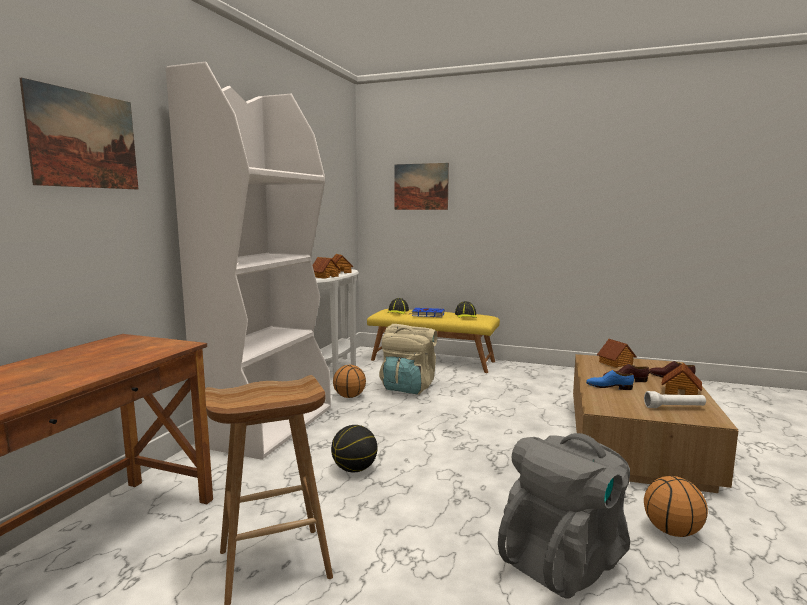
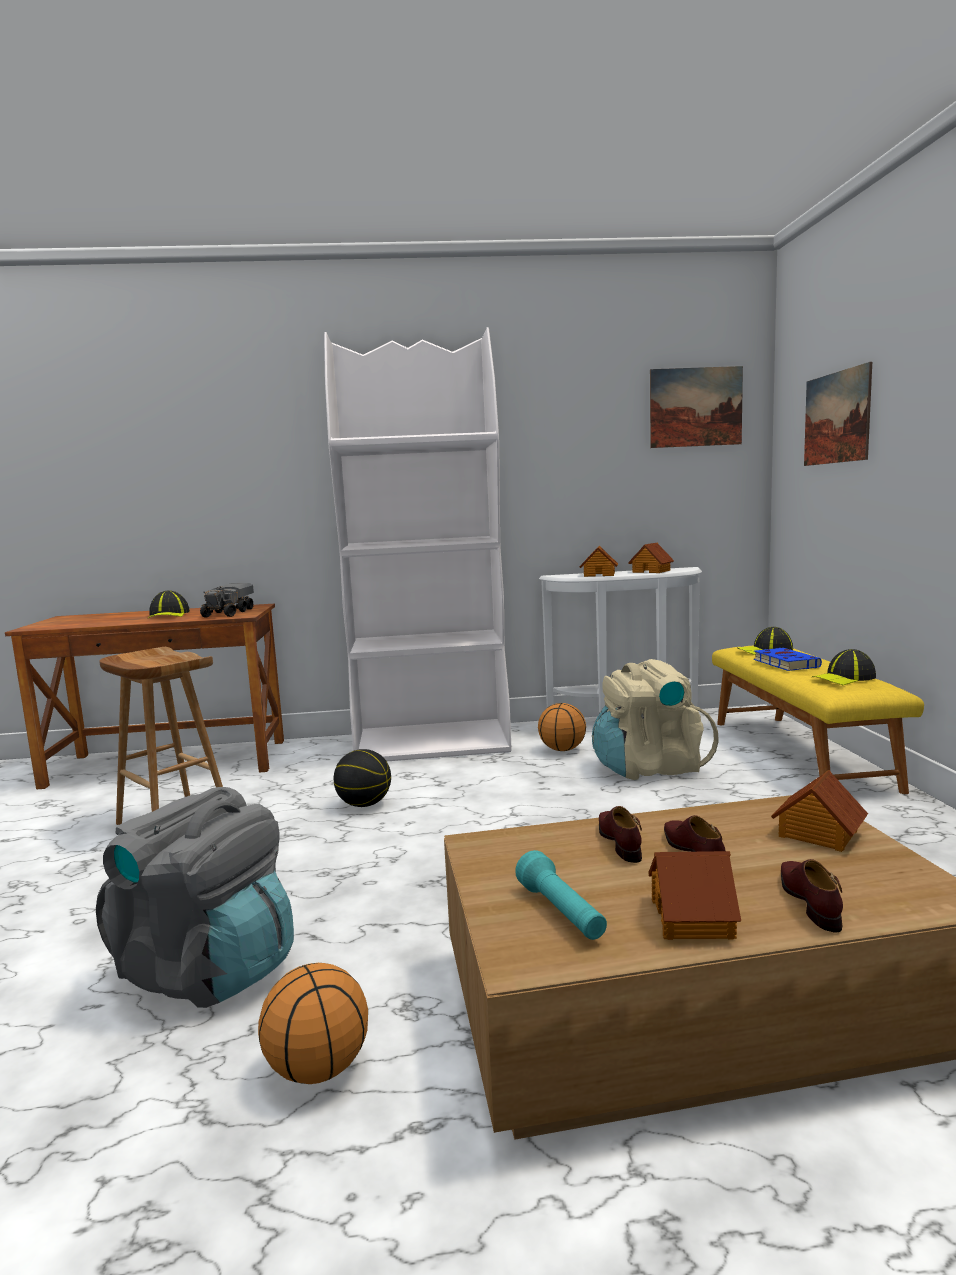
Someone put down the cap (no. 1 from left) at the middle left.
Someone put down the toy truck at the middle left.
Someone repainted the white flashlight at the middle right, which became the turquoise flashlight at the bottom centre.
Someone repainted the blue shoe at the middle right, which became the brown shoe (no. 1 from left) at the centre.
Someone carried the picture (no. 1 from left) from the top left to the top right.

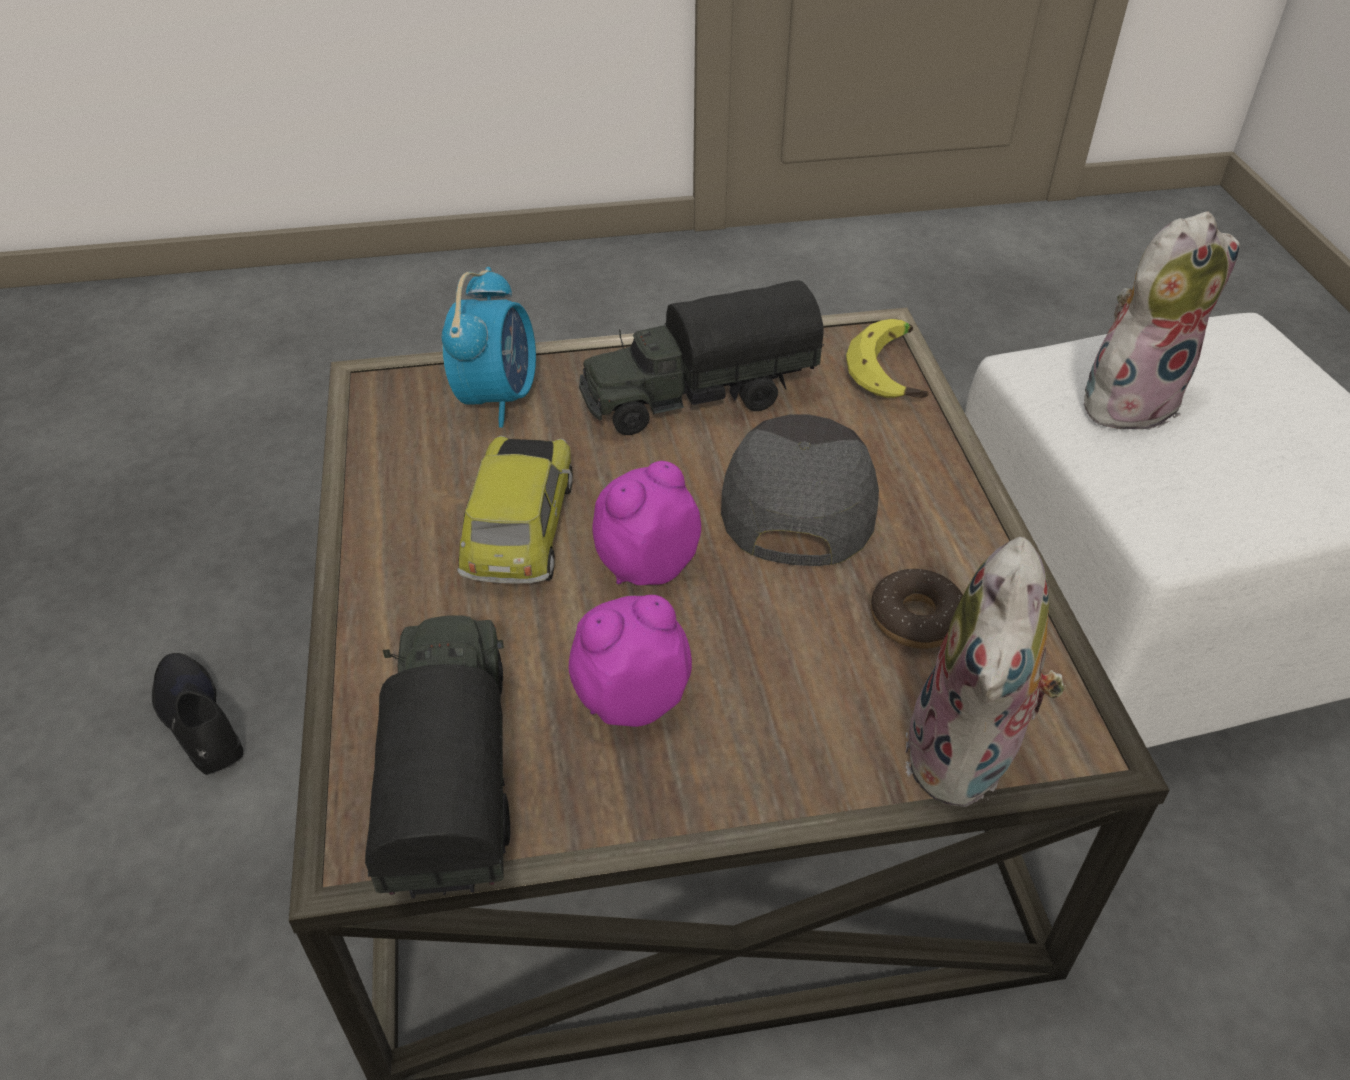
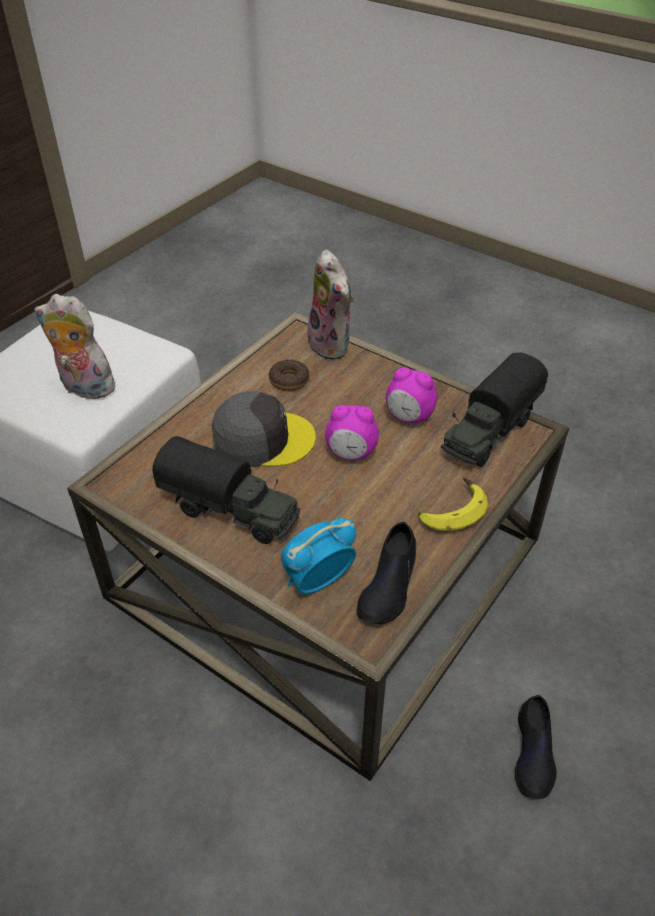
Someone rotated the grey cap at the centre by 150 degrees counterclockwise.
Someone rotated the plush toy (no. 1 from left in the first image) at the middle right by 90 degrees clockwise.
Someone put down the black shoe (no. 1 from left) at the centre.
Someone carried the banana from the top centre to the middle right.
Someone took away the toy car at the centre.

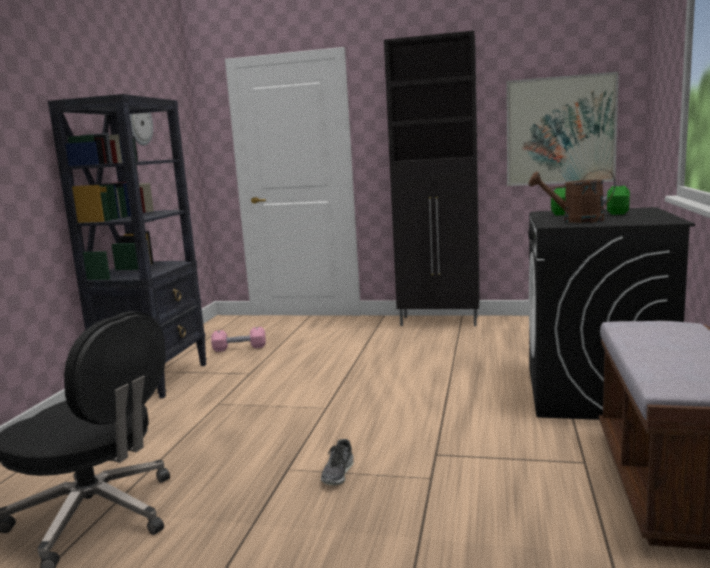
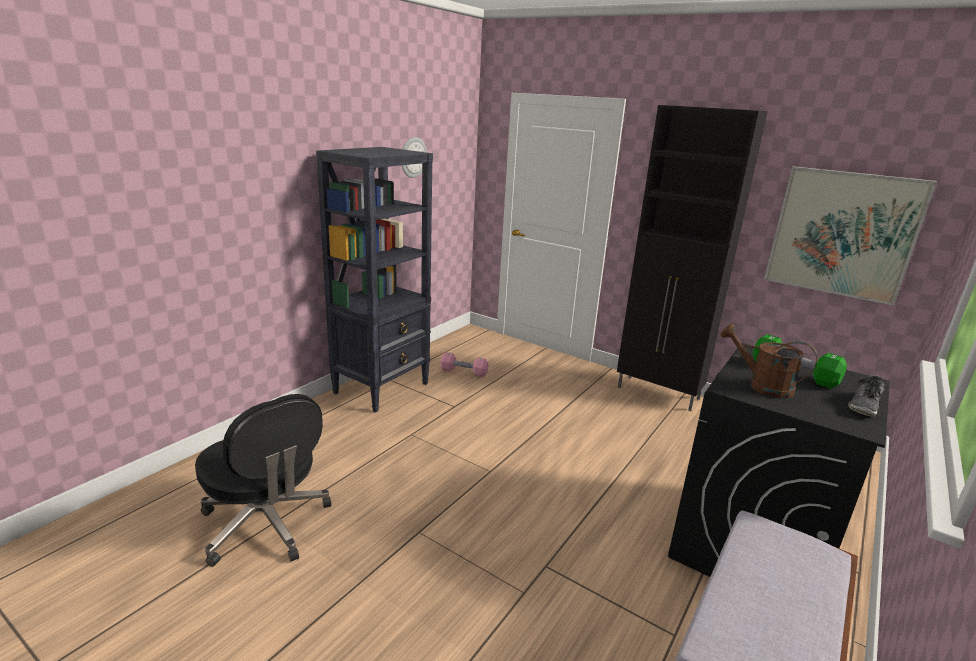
Someone carried the shoe from the bottom centre to the middle right.

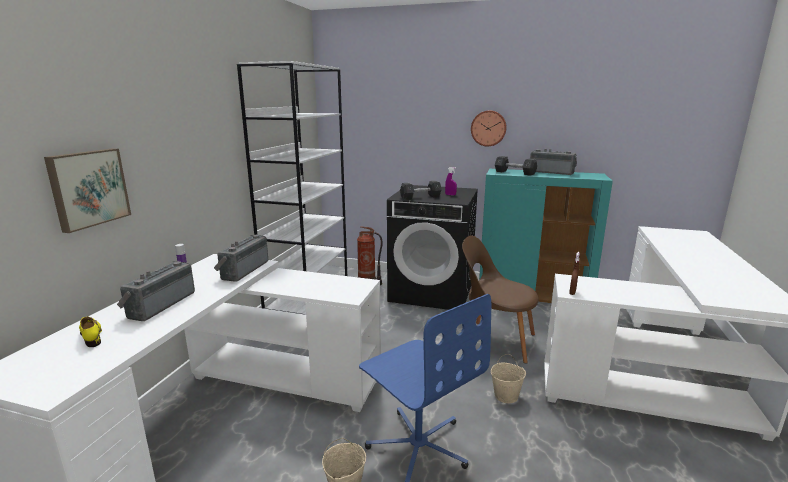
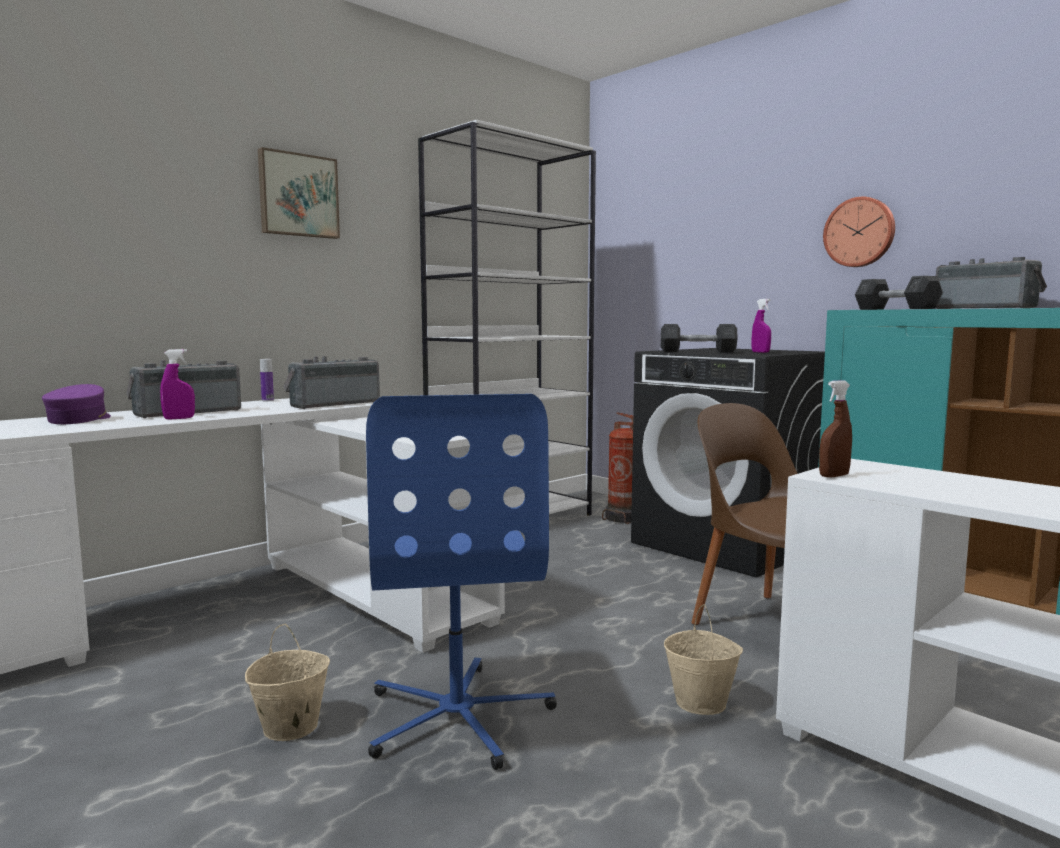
Someone swapped the yellow shoe at the bottom left for the purple cap at the middle left.
Someone put down the purple spray bottle (no. 1 from left) at the middle left.
Someone carried the picture from the middle left to the top left.

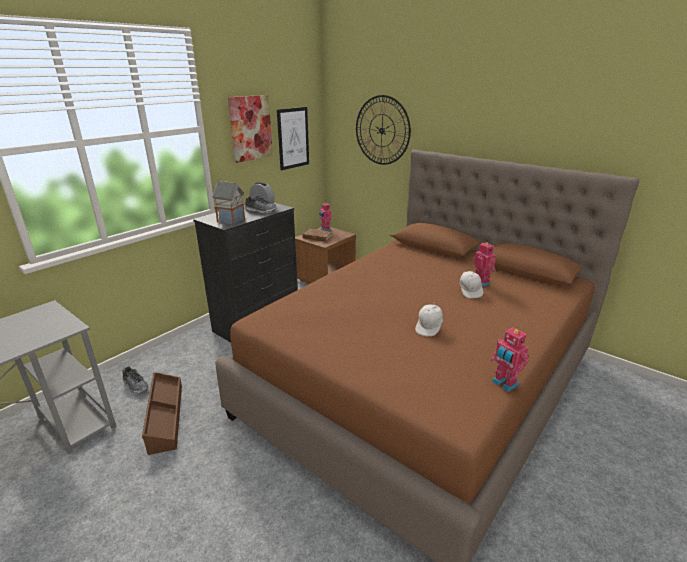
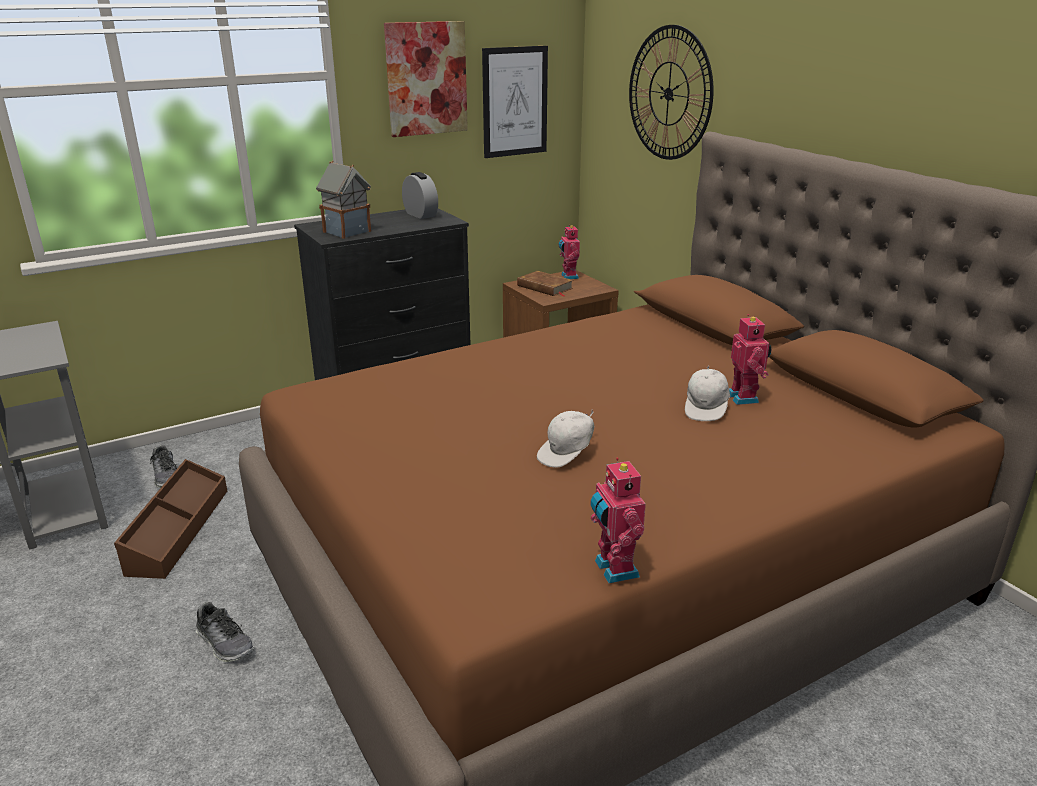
Someone carried the shoe (no. 2 from left) from the centre to the bottom left.

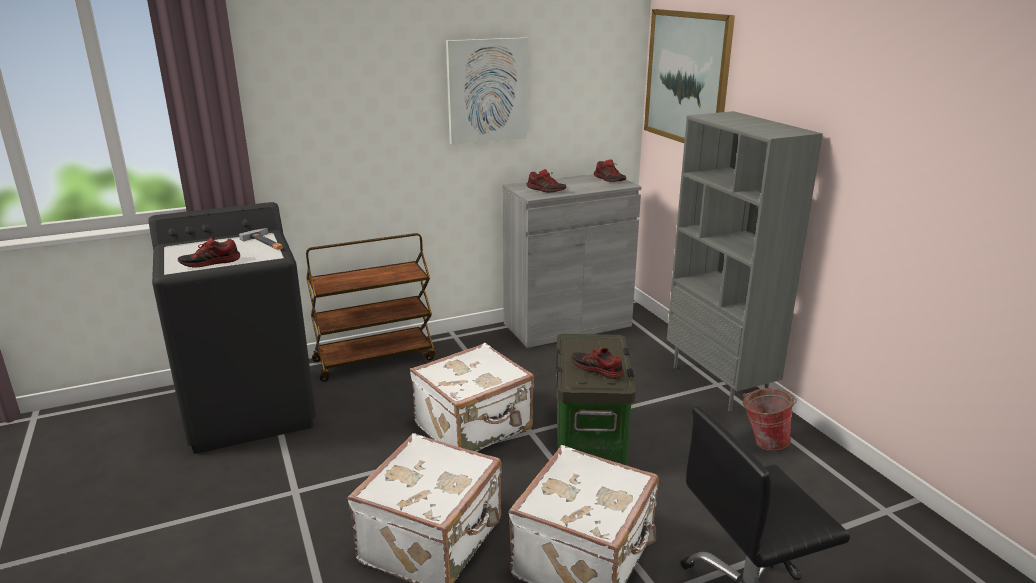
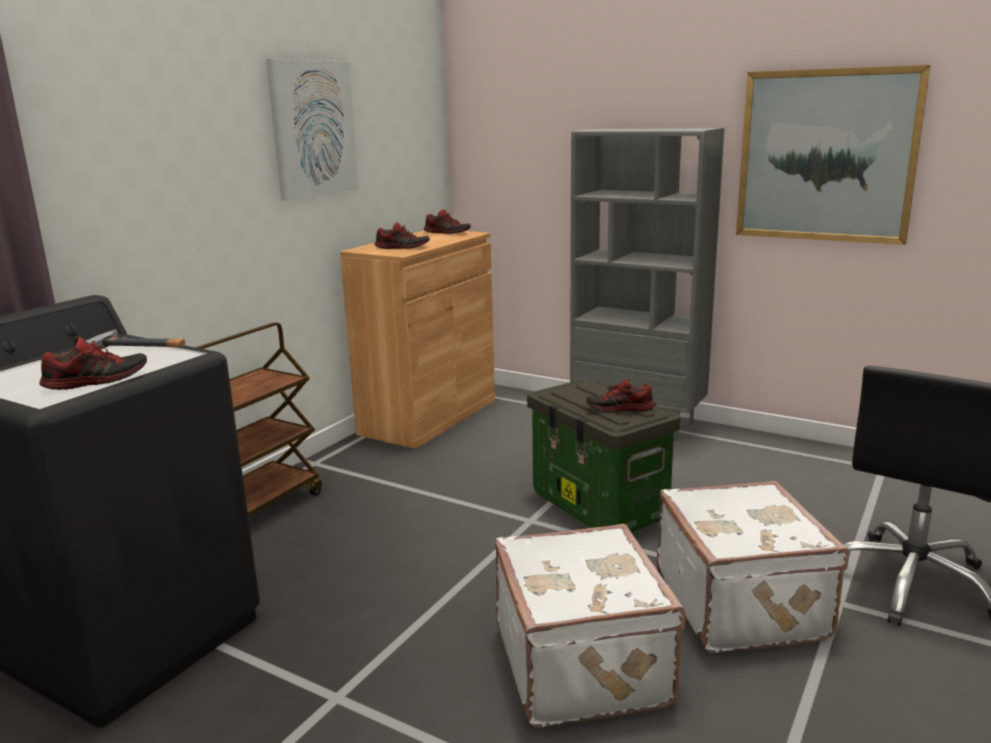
Someone rotated the shoe (no. 1 from left) at the middle left by 150 degrees counterclockwise.
Someone repainted the grey cabinet at the centre, which became the brown cabinet at the centre.
Someone carried the picture (no. 2 from left) from the top centre to the top right.
Someone took away the white suitcase (no. 2 from left) at the bottom centre.
Someone took away the bucket at the bottom right.

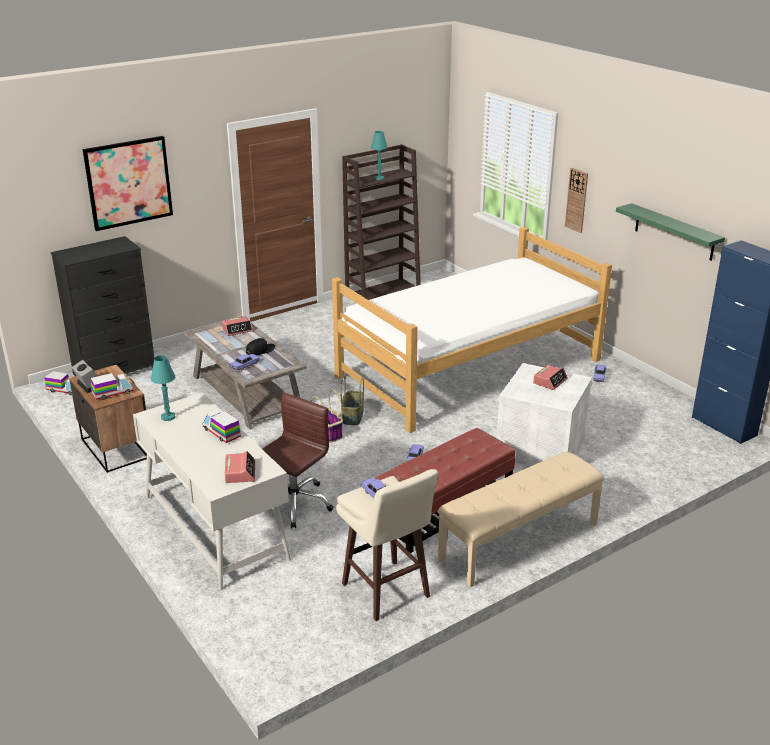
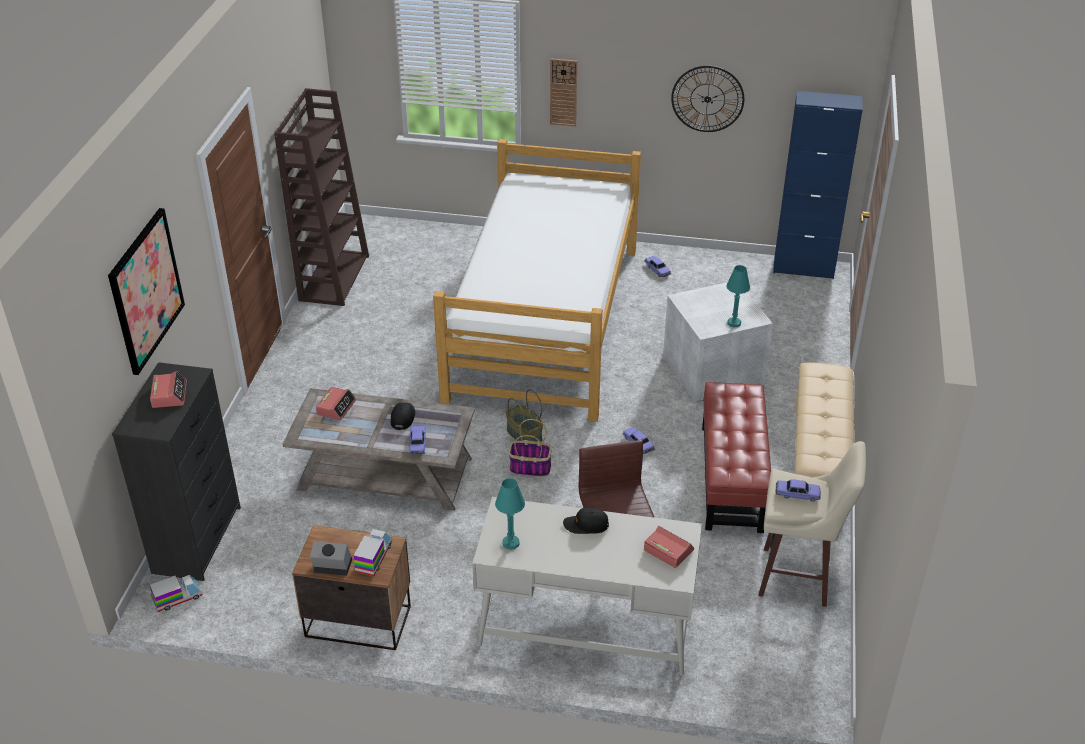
Someone carried the alarm clock (no. 4 from left in the first image) from the middle right to the middle left.
Someone swapped the toy truck (no. 3 from left) at the middle left for the black cap (no. 2 from left) at the bottom centre.
Someone swapped the green shelf at the top right for the wall clock (no. 2 from left) at the top centre.
Someone carried the turquoise table lamp (no. 2 from left) from the top centre to the middle right.

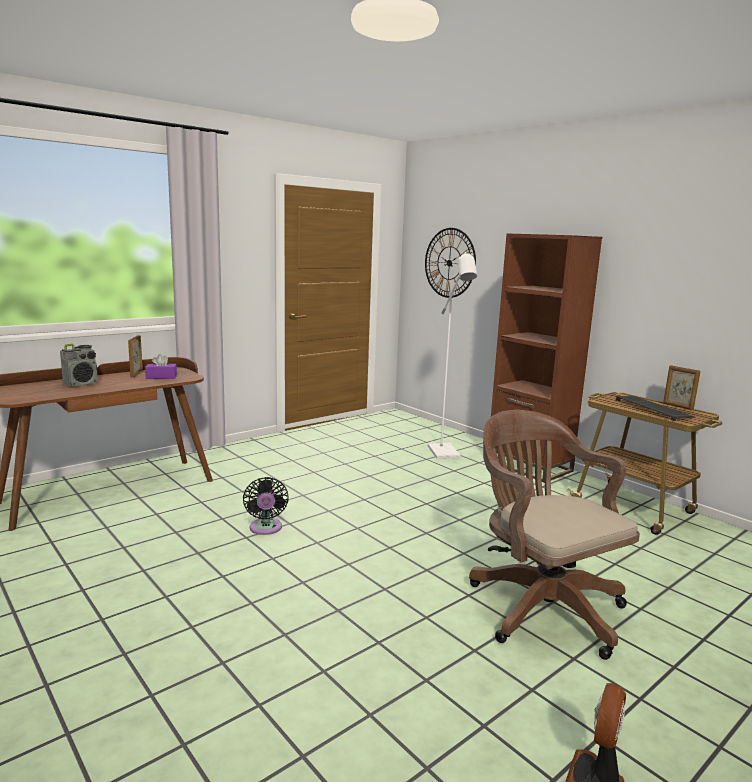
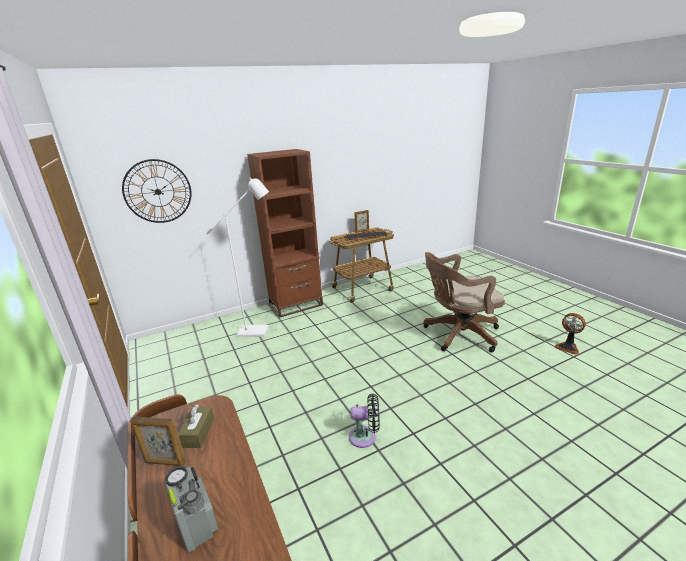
Someone repainted the purple tissue box at the middle left, which became the brown tissue box at the bottom left.

